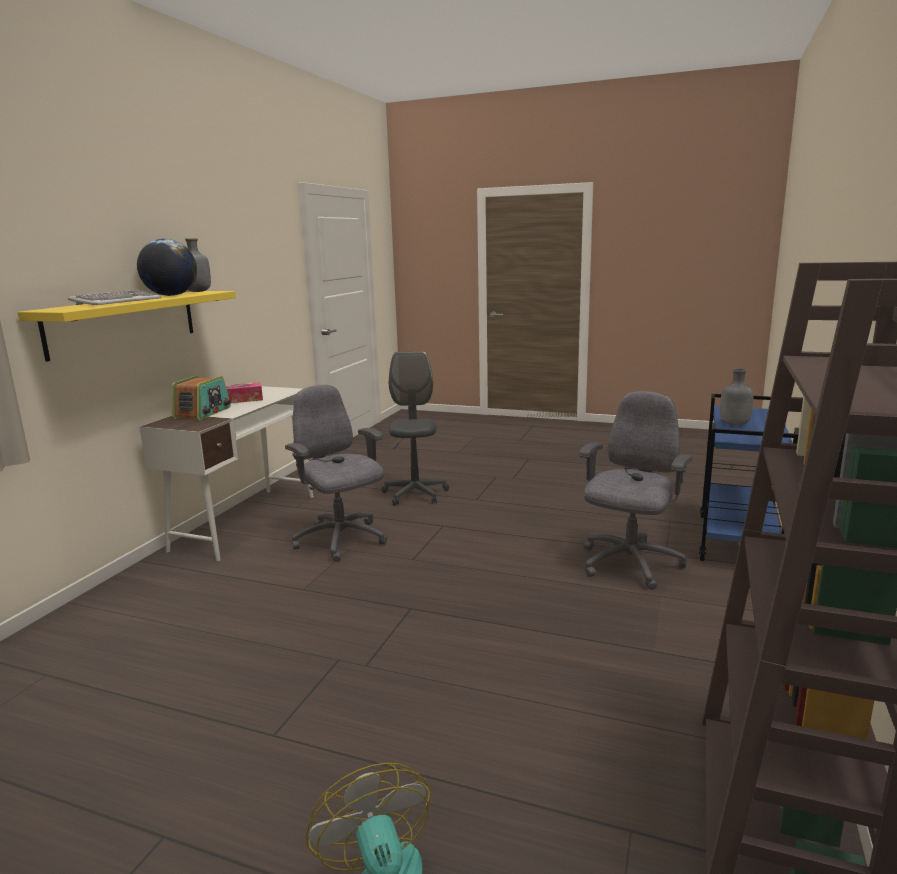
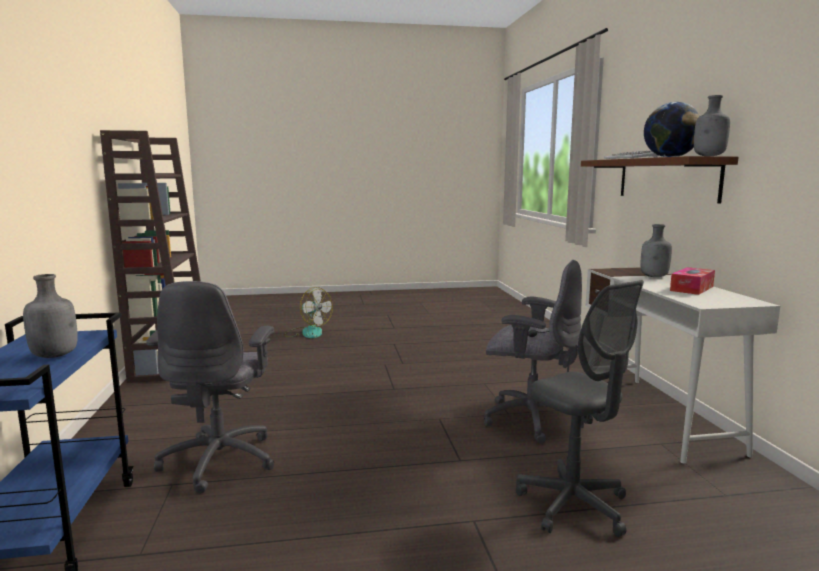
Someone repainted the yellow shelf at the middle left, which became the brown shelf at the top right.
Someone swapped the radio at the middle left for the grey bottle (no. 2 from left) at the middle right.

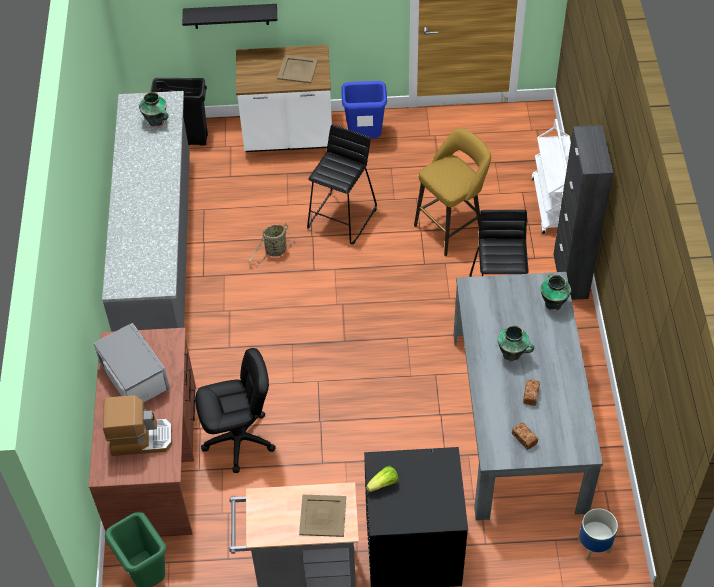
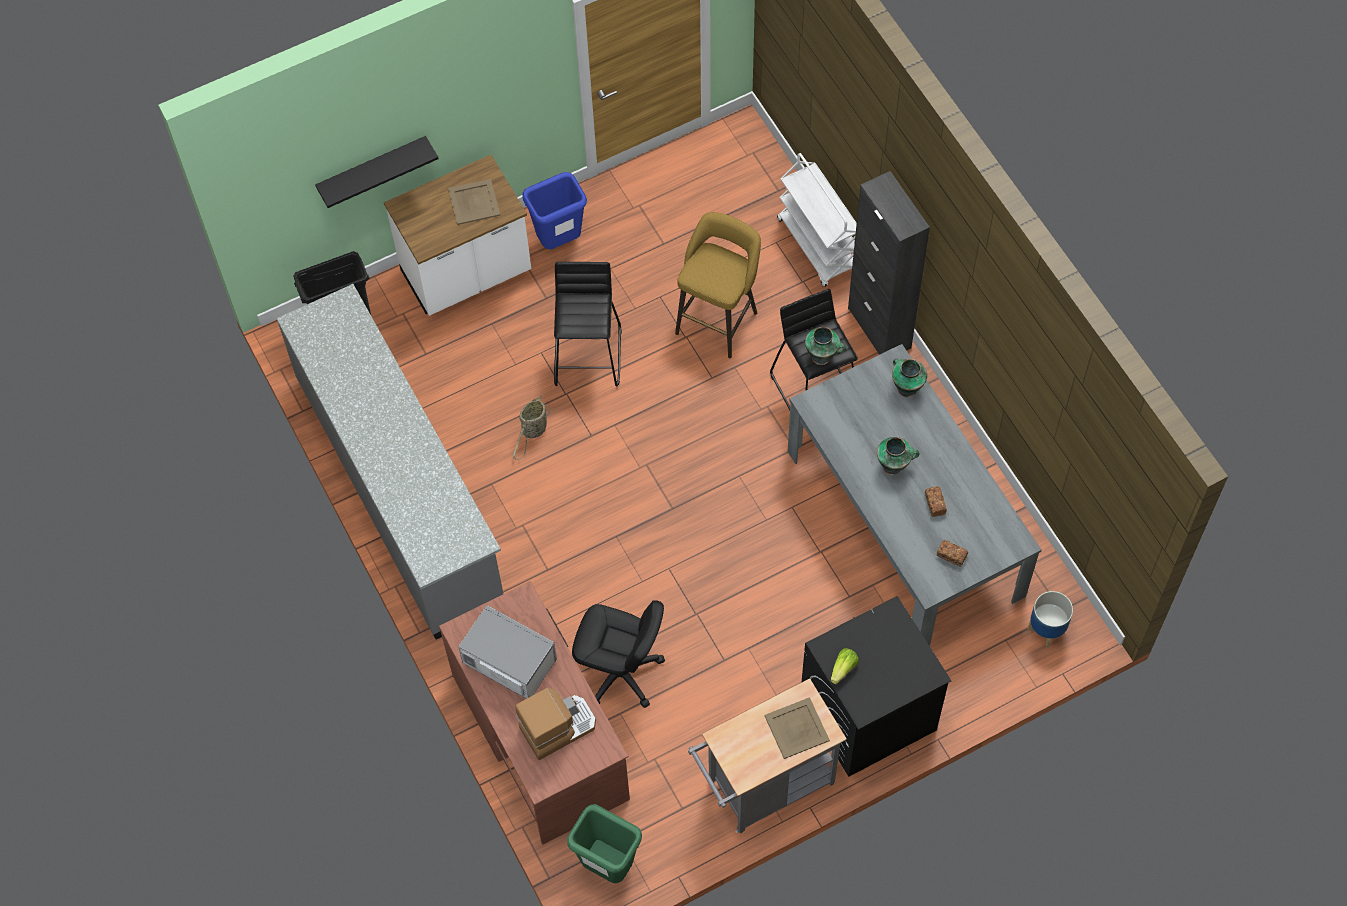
Someone rotated the black office chair at the bottom left by 60 degrees clockwise.
Someone carried the vase (no. 1 from left) from the top left to the centre.

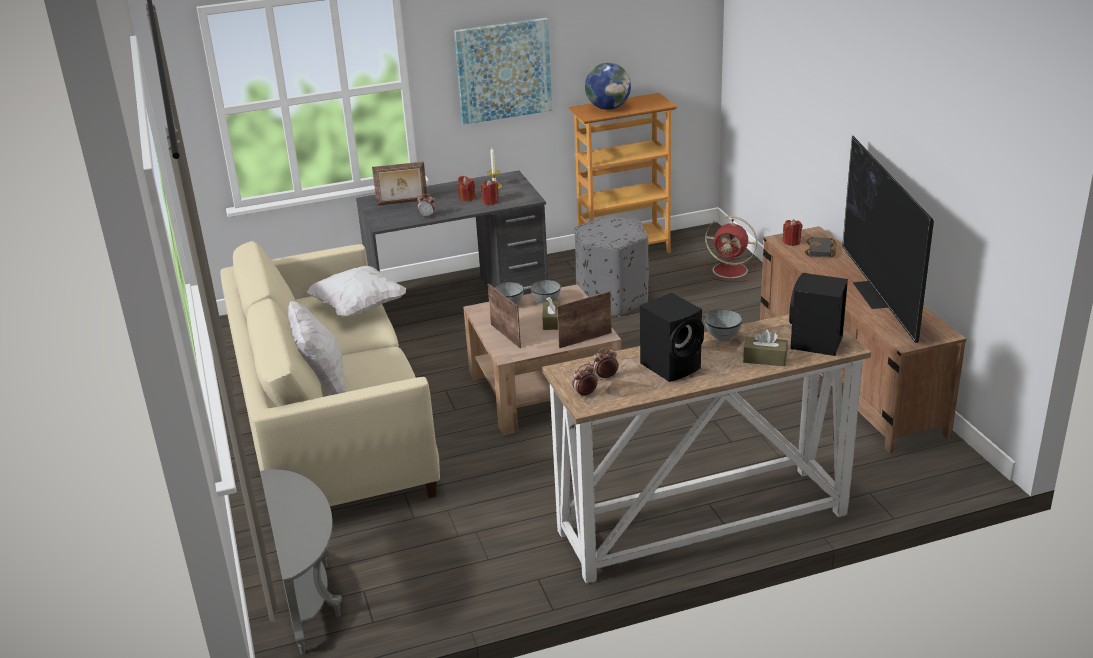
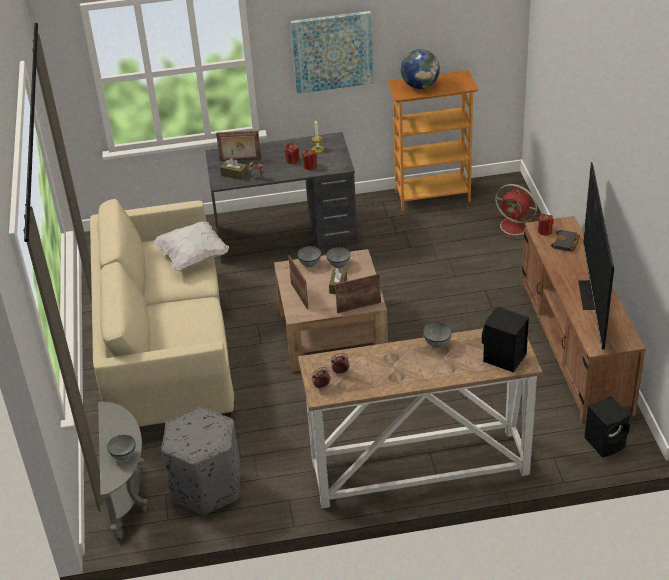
Someone put down the grey bowl (no. 1 from left) at the bottom left.
Someone carried the grey ottoman from the centre to the bottom left.
Someone carried the brown tissue box (no. 2 from left in the first image) from the middle right to the top centre.
Someone carried the black speaker (no. 1 from left in the first image) from the centre to the bottom right.
Someone took away the white pillow (no. 1 from left) at the middle left.

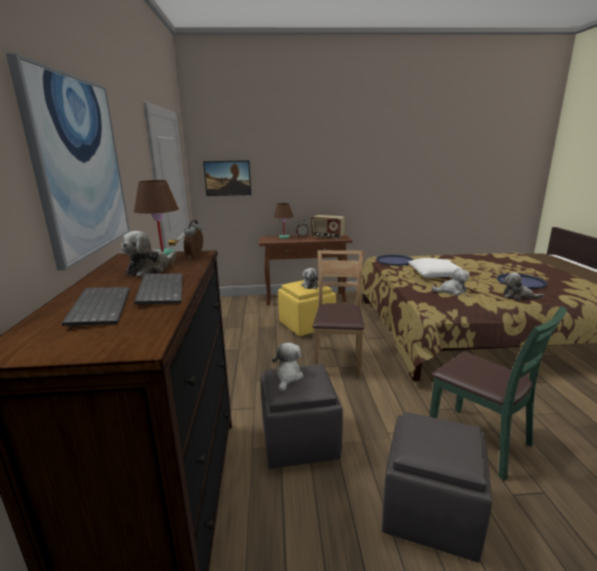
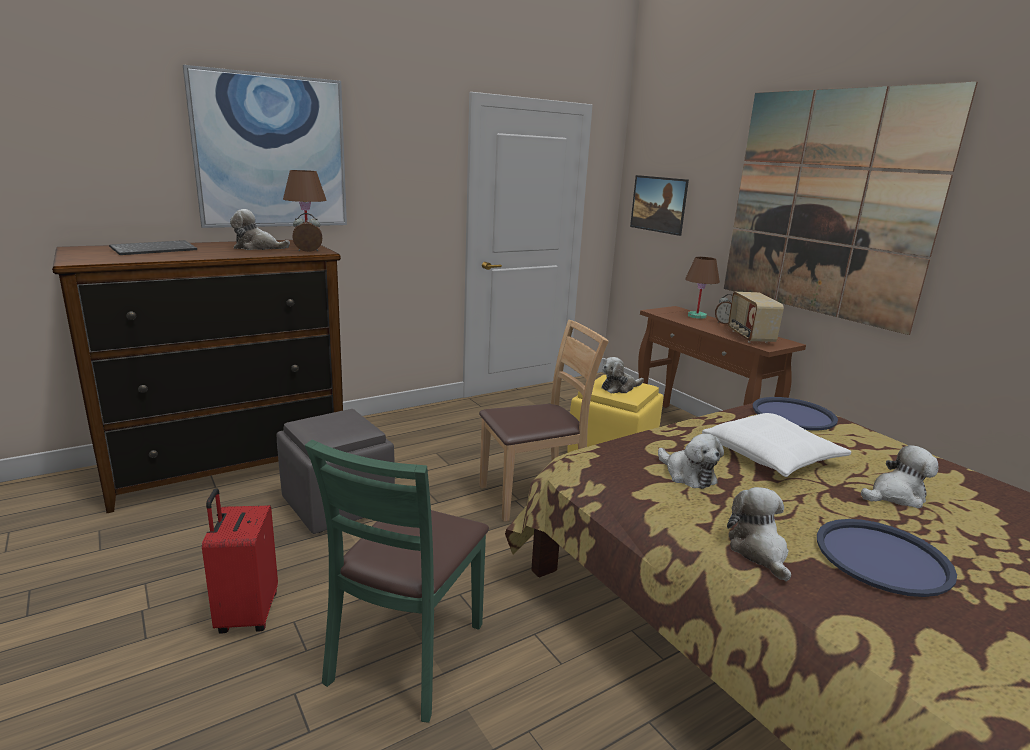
Someone swapped the grey ottoman (no. 2 from left) at the bottom right for the red suitcase at the bottom left.
Someone put up the picture (no. 3 from left) at the top right.
Someone carried the plush toy (no. 2 from left in the first image) from the centre to the middle right.
Someone took away the keyboard (no. 2 from left) at the middle left.

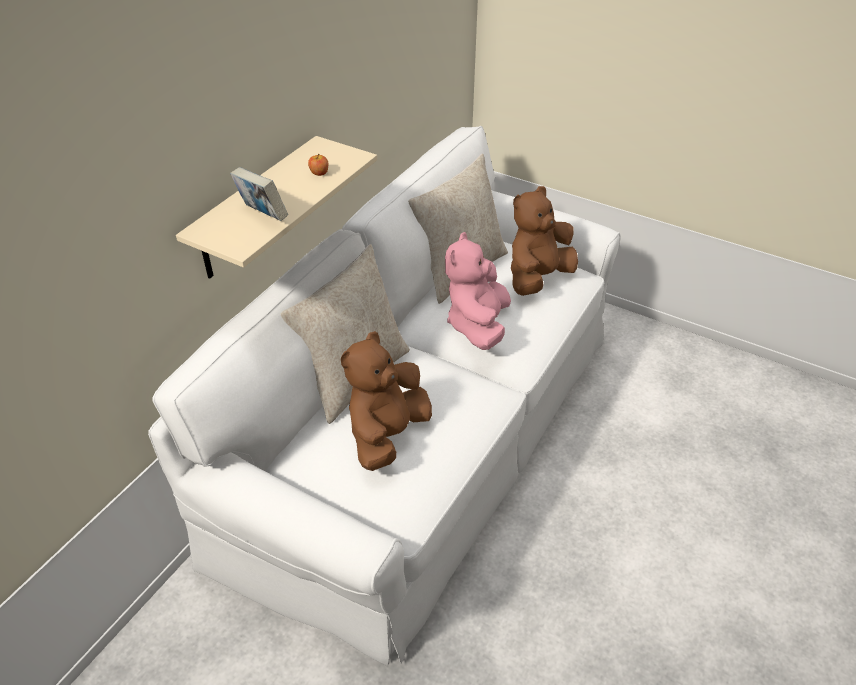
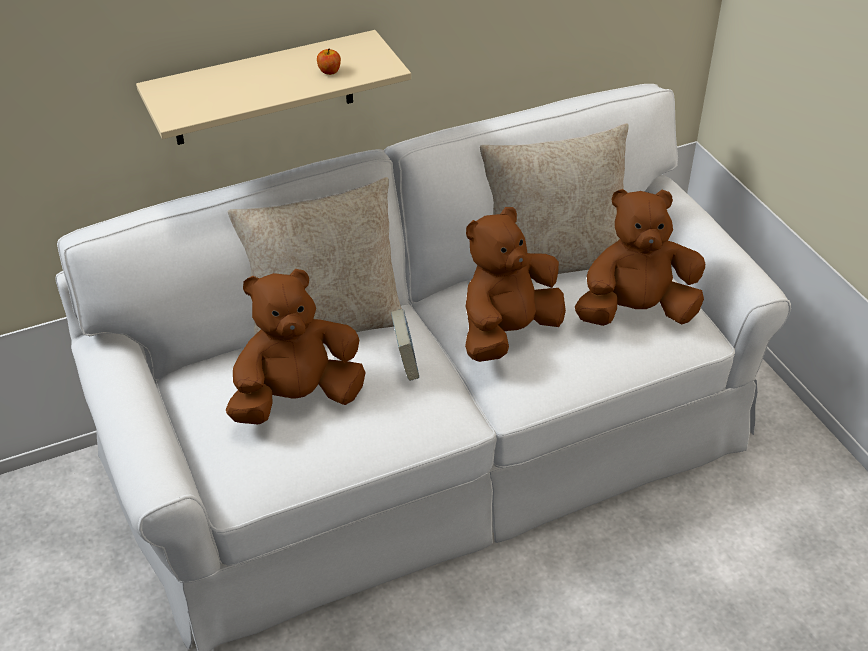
Someone carried the book from the top left to the centre.
Someone repainted the pink plush toy at the centre, which became the brown plush toy (no. 2 from left) at the centre.

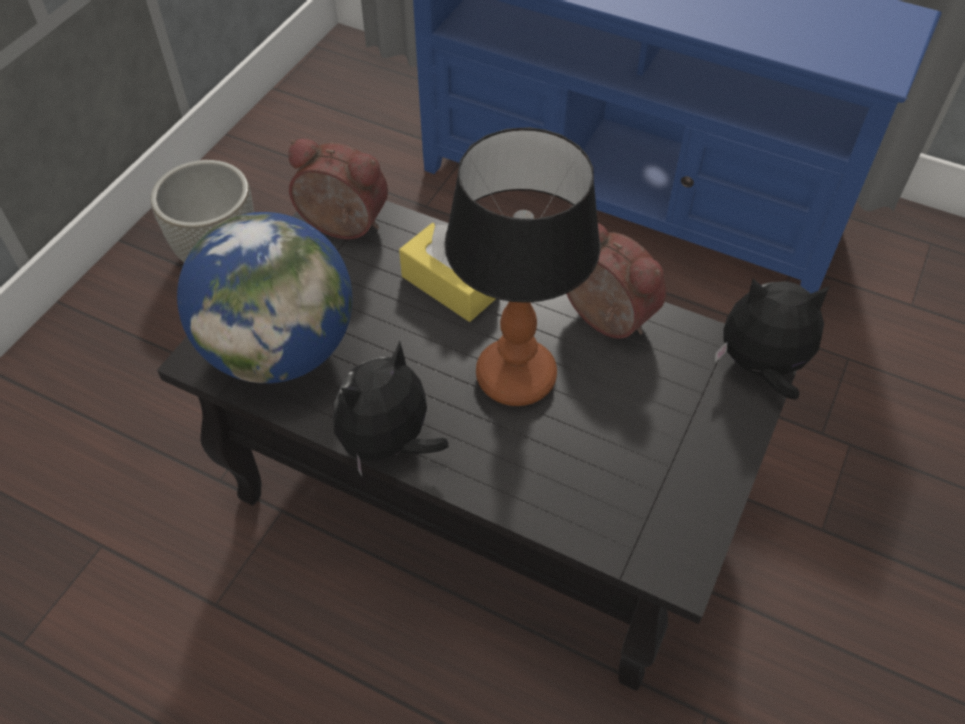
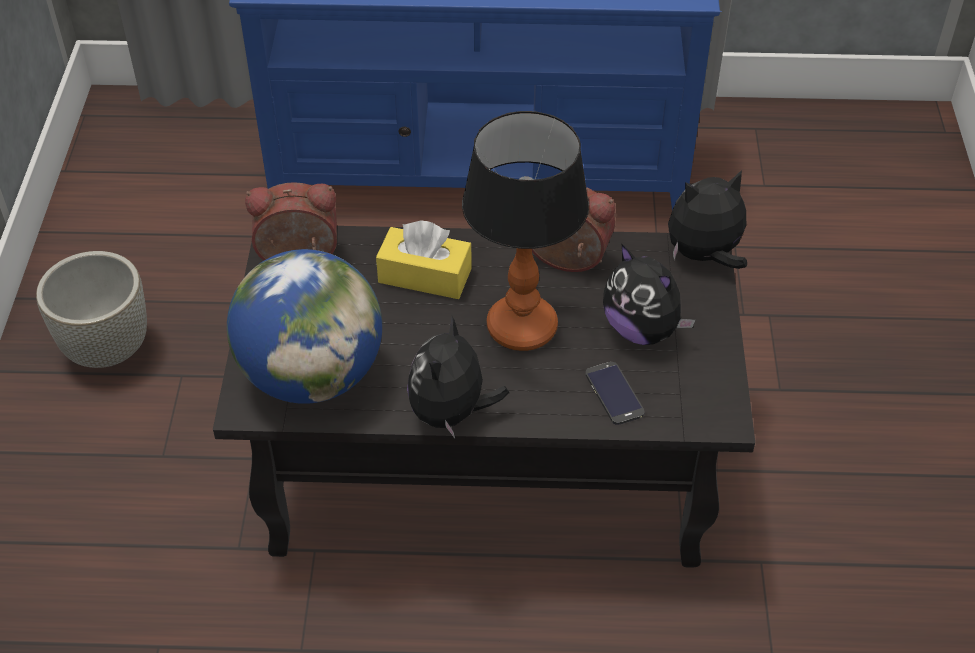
Someone put down the phone at the centre.
Someone put down the plush toy (no. 2 from left) at the centre.

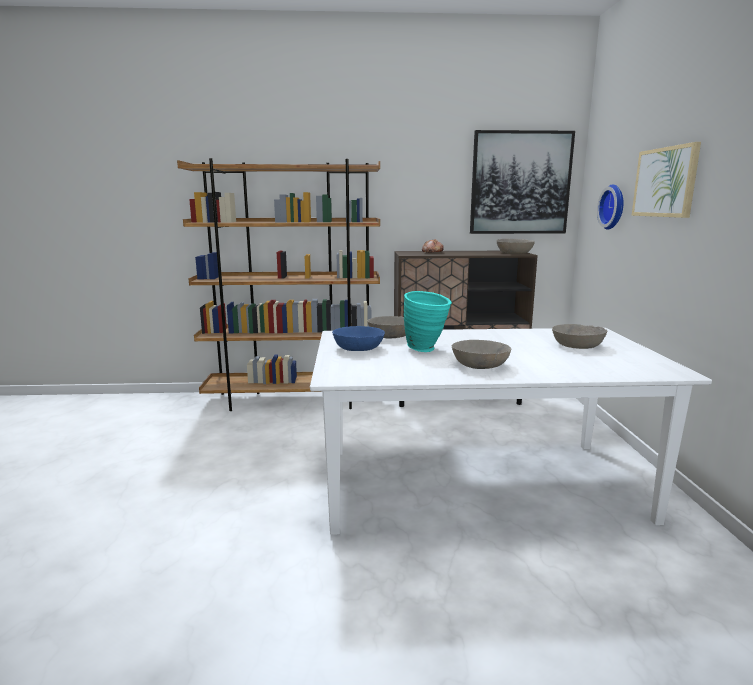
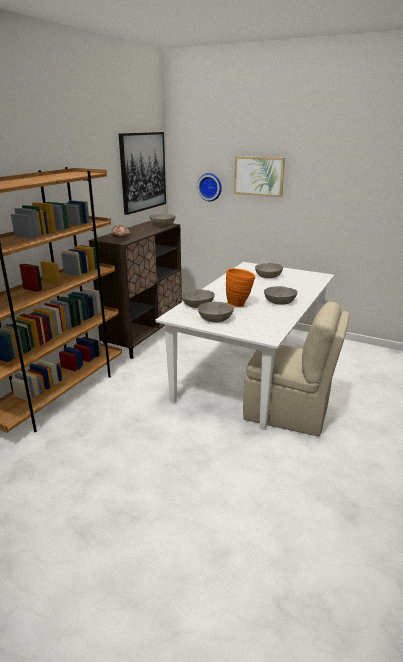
Someone repainted the blue bowl at the centre, which became the grey bowl (no. 3 from left) at the centre.
Someone repainted the turquoise vase at the centre, which became the orange vase at the centre.
Someone put down the beige chair at the middle right.

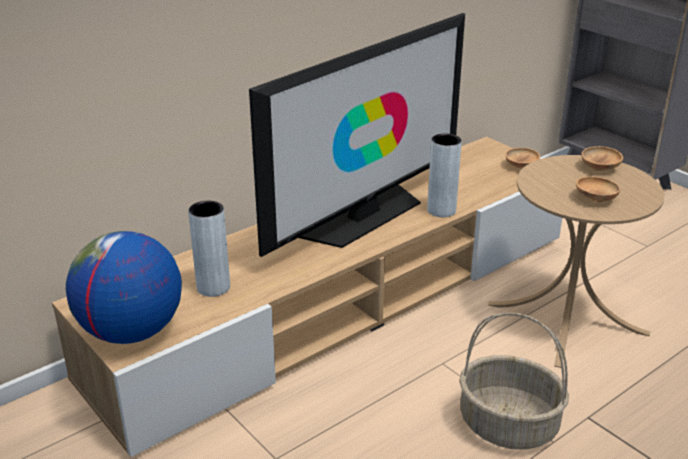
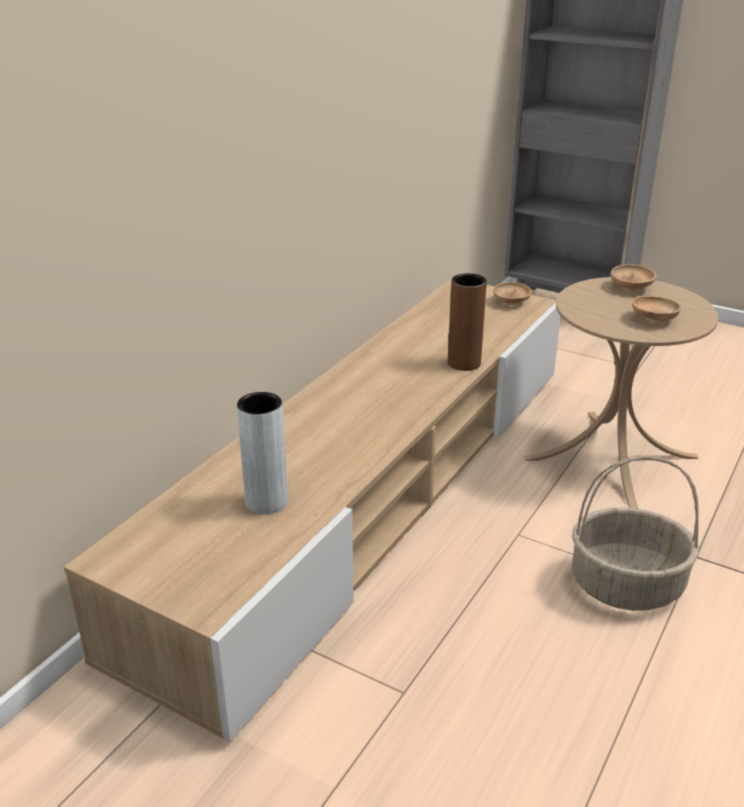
Someone repainted the grey vase (no. 2 from left) at the centre, which became the brown vase at the centre.
Someone took away the globe at the middle left.
Someone took away the television at the top centre.

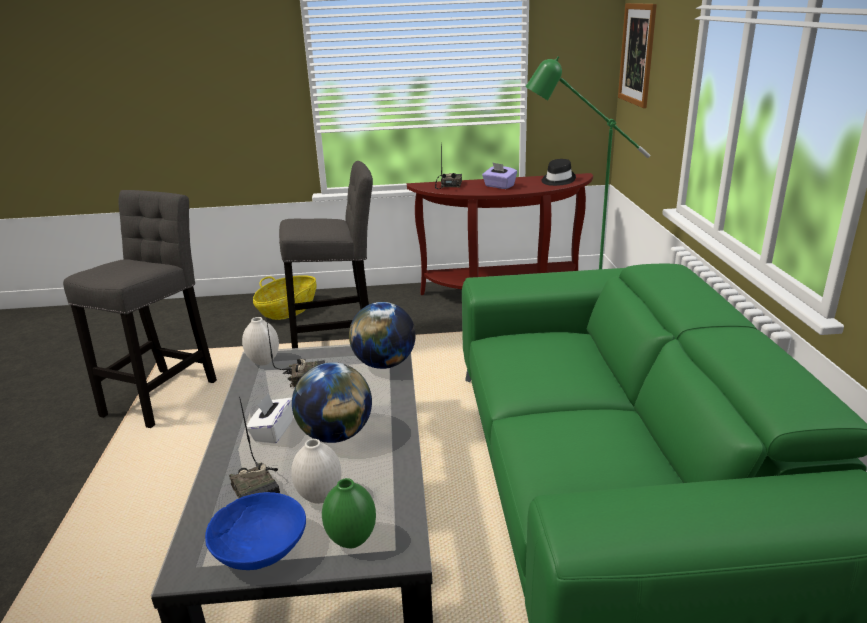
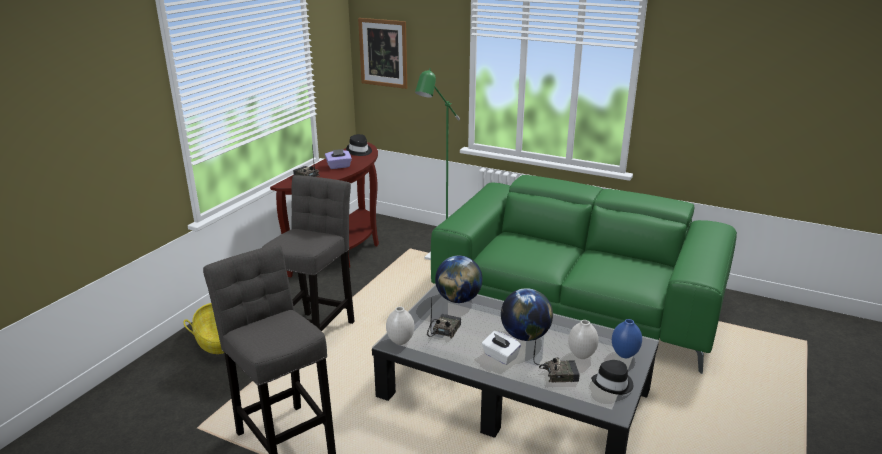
Someone swapped the blue bowl at the bottom left for the black hat (no. 2 from left) at the bottom right.
Someone repainted the green vase at the bottom centre, which became the blue vase at the bottom right.

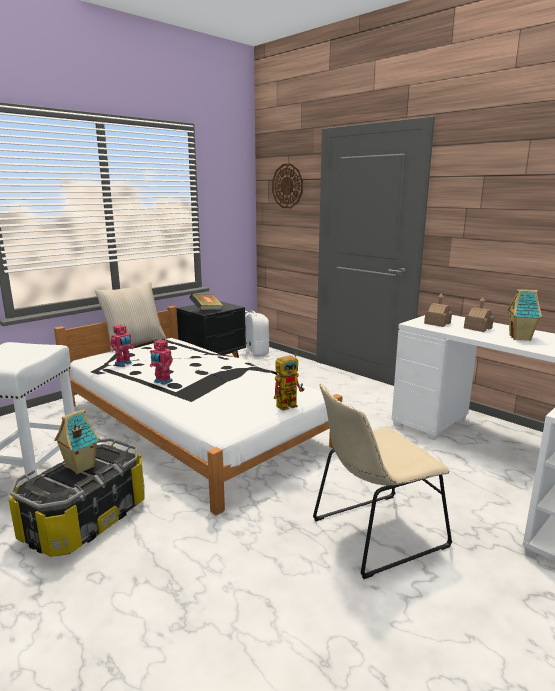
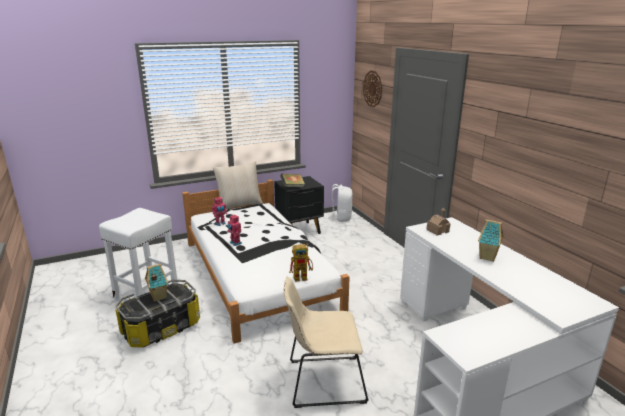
Someone took away the toy house (no. 3 from left) at the middle right.

